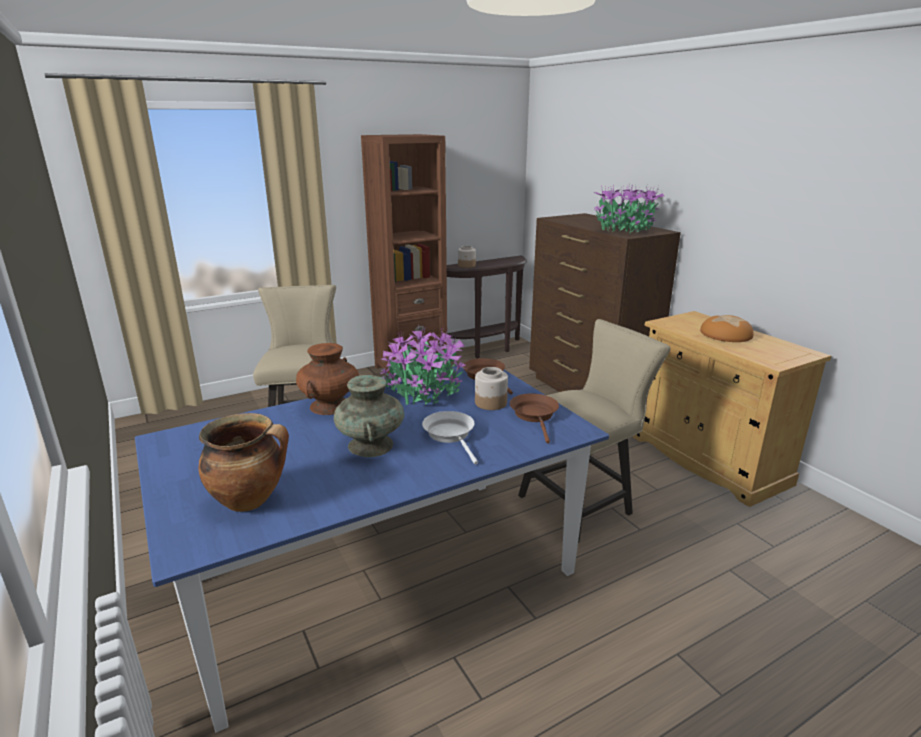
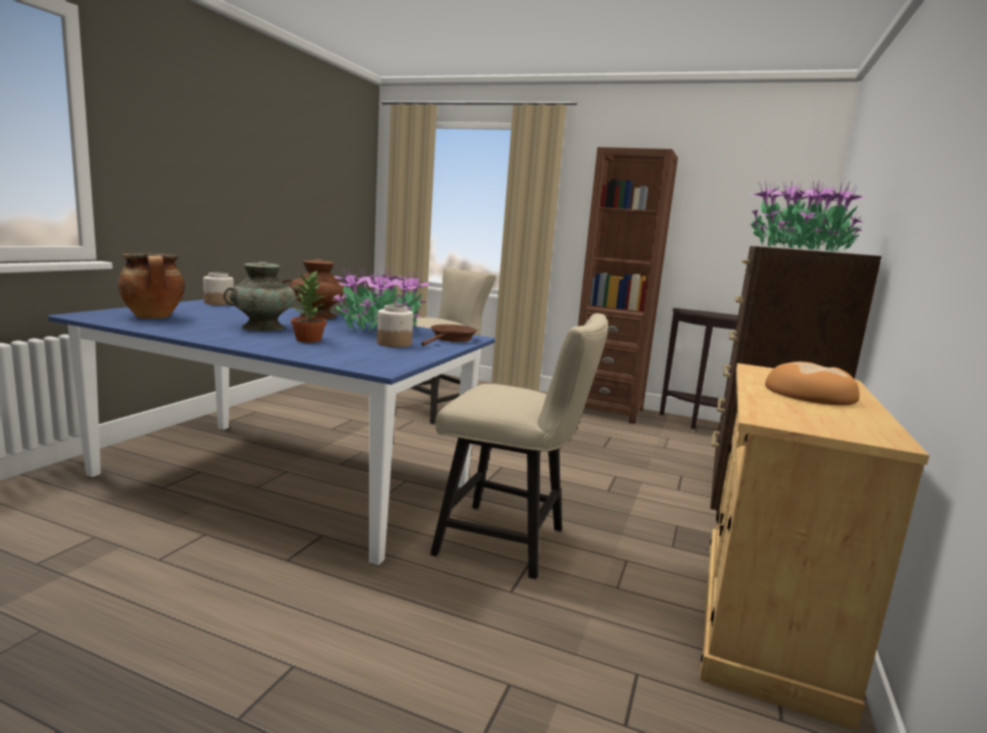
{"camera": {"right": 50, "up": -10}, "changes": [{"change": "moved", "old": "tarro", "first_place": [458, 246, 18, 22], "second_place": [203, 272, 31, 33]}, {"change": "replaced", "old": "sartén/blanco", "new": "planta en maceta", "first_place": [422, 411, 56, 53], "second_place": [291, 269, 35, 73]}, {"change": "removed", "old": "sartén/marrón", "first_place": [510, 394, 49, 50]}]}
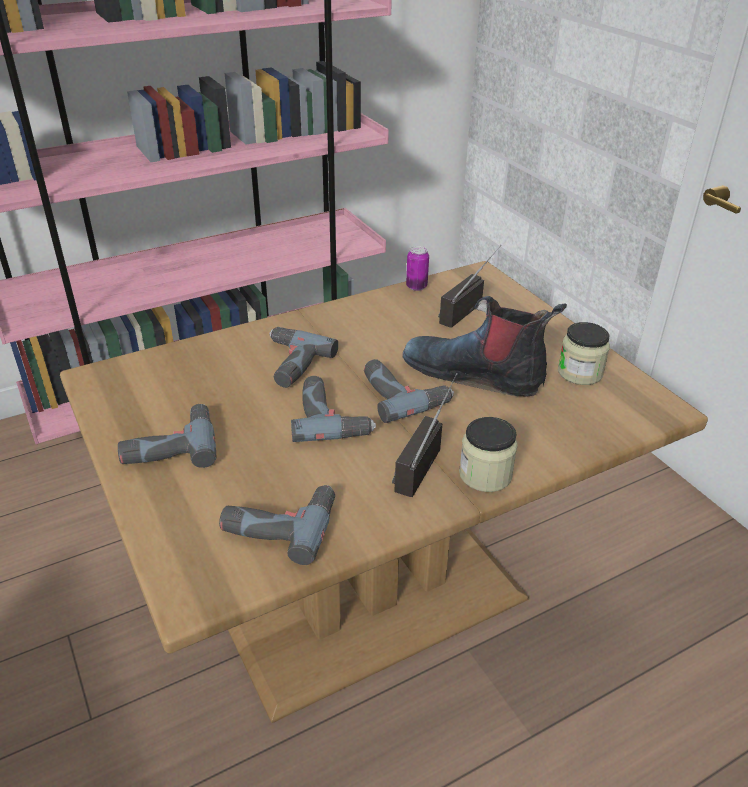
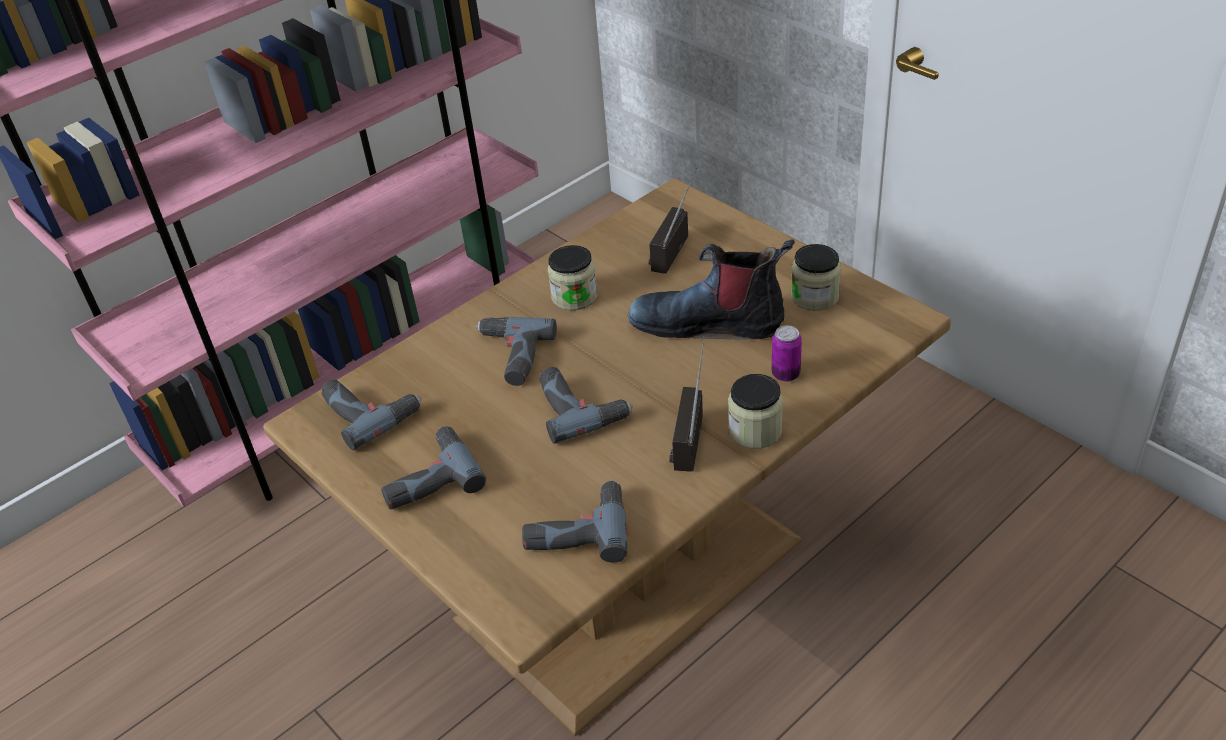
{"camera": {"right": -10, "up": 5}, "changes": [{"change": "moved", "old": "taladro", "first_place": [364, 359, 90, 64], "second_place": [321, 380, 100, 70]}, {"change": "added", "new": "tarro", "second_place": [548, 245, 49, 65]}, {"change": "moved", "old": "lata", "first_place": [406, 246, 23, 45], "second_place": [772, 326, 30, 56]}]}
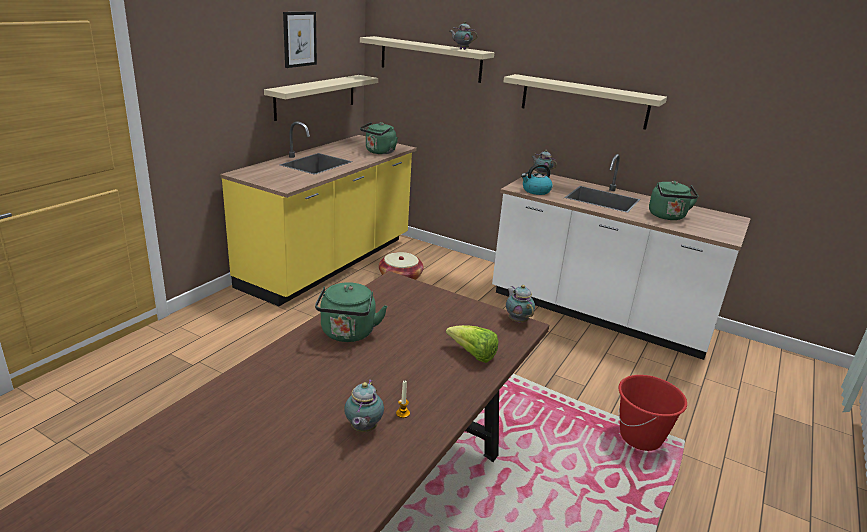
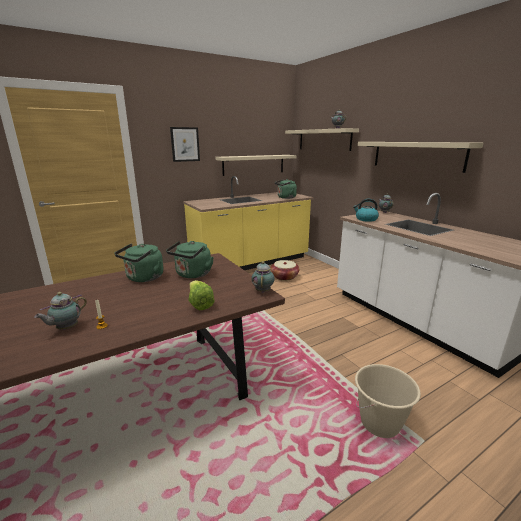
{"camera": {"right": 30, "up": -5}, "changes": [{"change": "moved", "old": "hervidor/verde", "first_place": [649, 181, 50, 39], "second_place": [166, 241, 48, 37]}, {"change": "moved", "old": "cuadro", "first_place": [283, 11, 34, 57], "second_place": [170, 127, 30, 35]}, {"change": "recoloured", "old": "cubo/rojo", "new": "cubo/beis", "first_place": [618, 375, 69, 76], "second_place": [355, 364, 66, 74]}]}
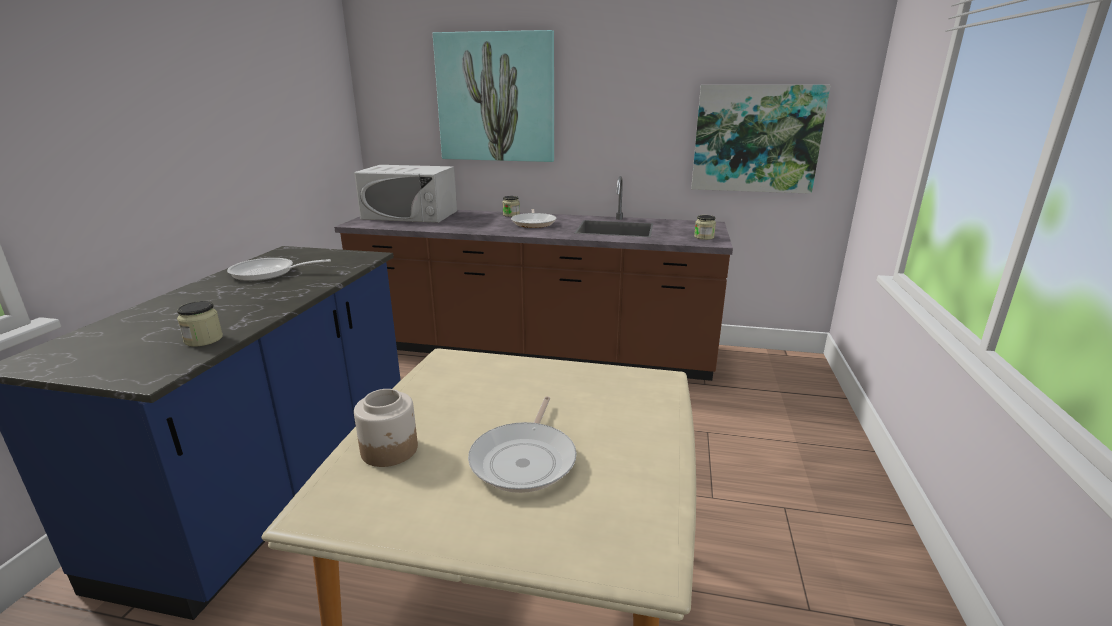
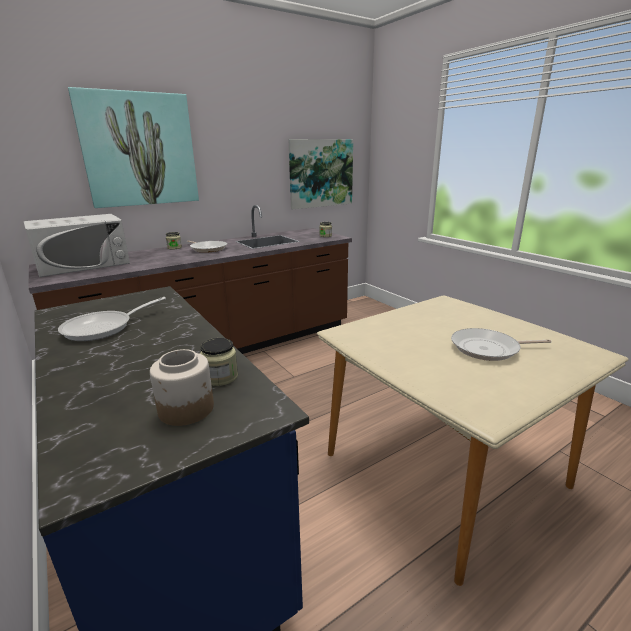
{"camera": {"right": -45, "up": 0}, "changes": [{"change": "moved", "old": "tarro", "first_place": [354, 389, 64, 78], "second_place": [150, 349, 64, 77]}, {"change": "turned", "old": "sartén", "first_place": [468, 396, 109, 97], "second_place": [451, 328, 101, 33], "degrees": 120}]}
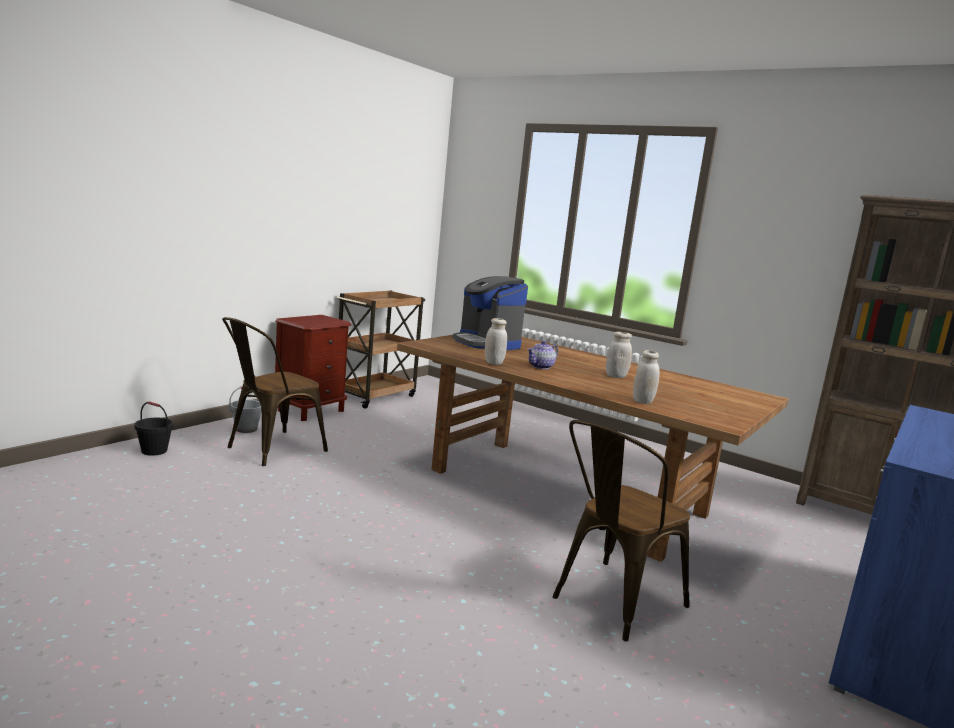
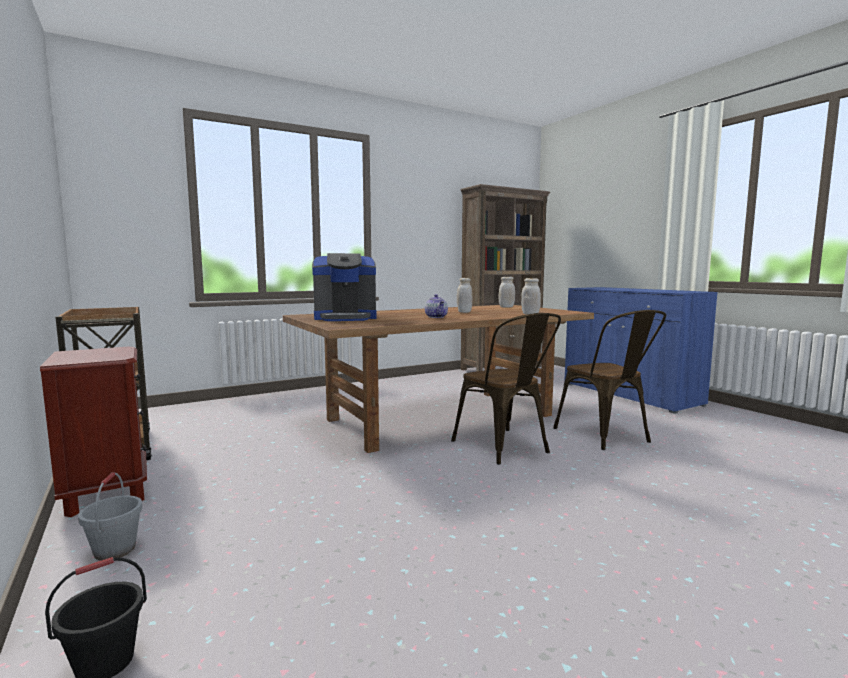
{"camera": {"right": -65, "up": -5}, "changes": [{"change": "moved", "old": "silla/marrón", "first_place": [222, 317, 106, 149], "second_place": [451, 313, 110, 152]}, {"change": "moved", "old": "tarro/blanco", "first_place": [485, 318, 22, 47], "second_place": [499, 277, 16, 30]}]}
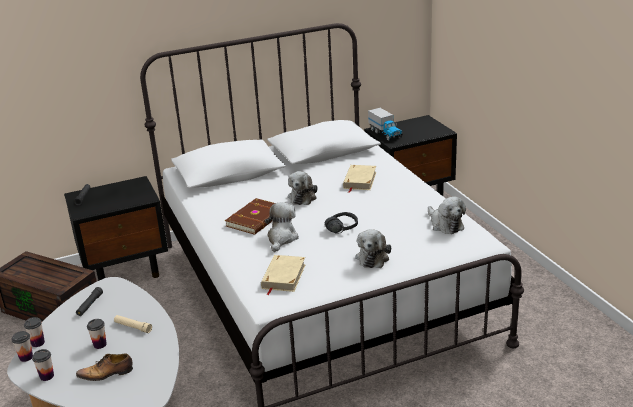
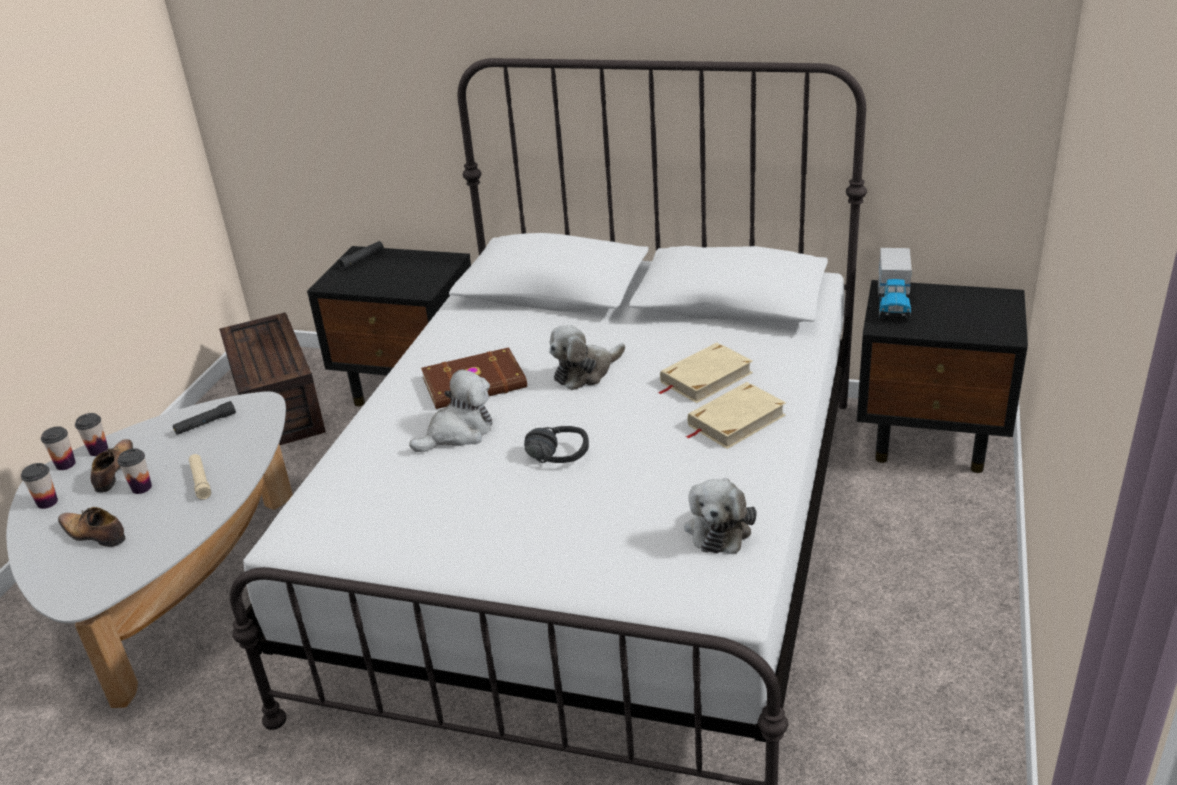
{"camera": {"right": 40, "up": 5}, "changes": [{"change": "added", "new": "zapato", "second_place": [91, 439, 42, 54]}, {"change": "moved", "old": "libro/beis", "first_place": [261, 255, 45, 40], "second_place": [685, 382, 101, 67]}, {"change": "removed", "old": "peluche", "first_place": [355, 229, 36, 39]}]}
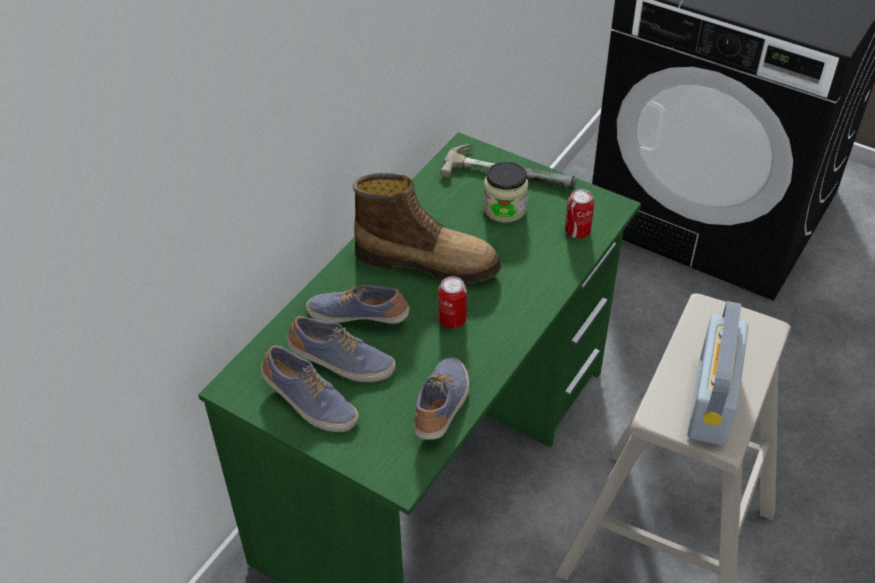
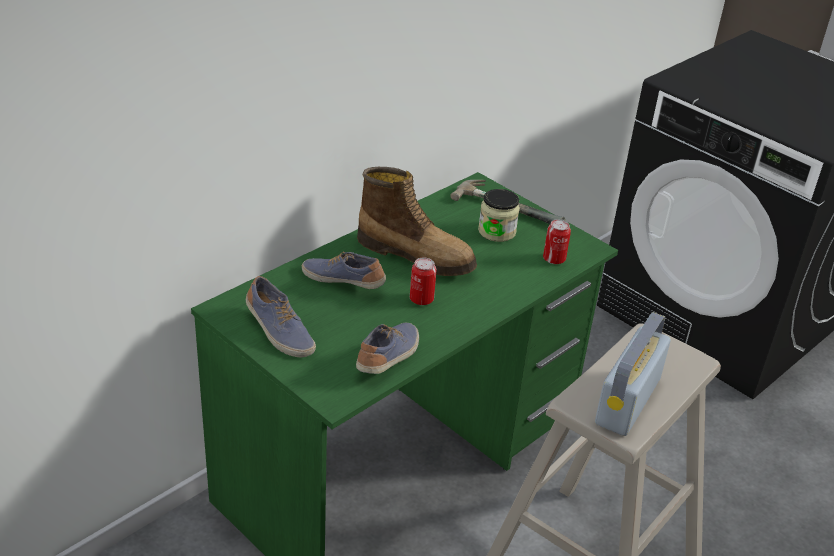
{"camera": {"right": 10, "up": -10}, "changes": [{"change": "removed", "old": "zapato", "first_place": [287, 316, 109, 66]}]}
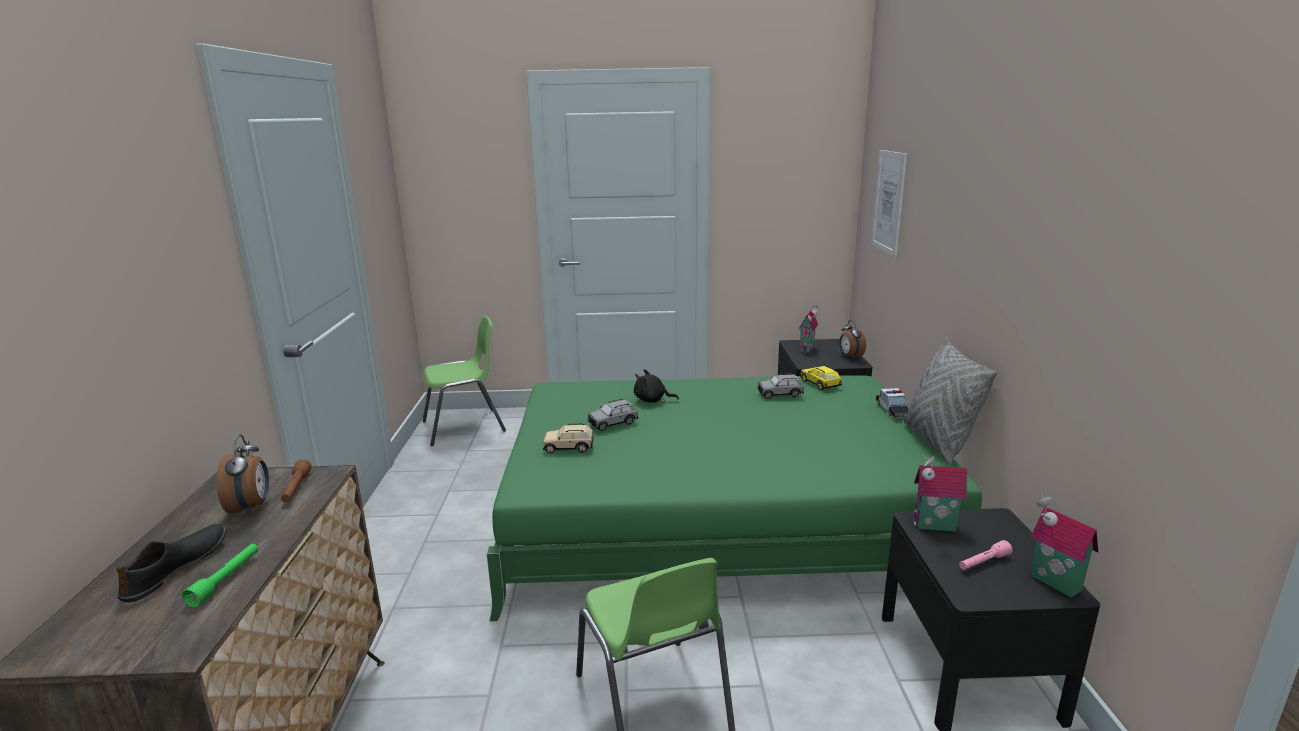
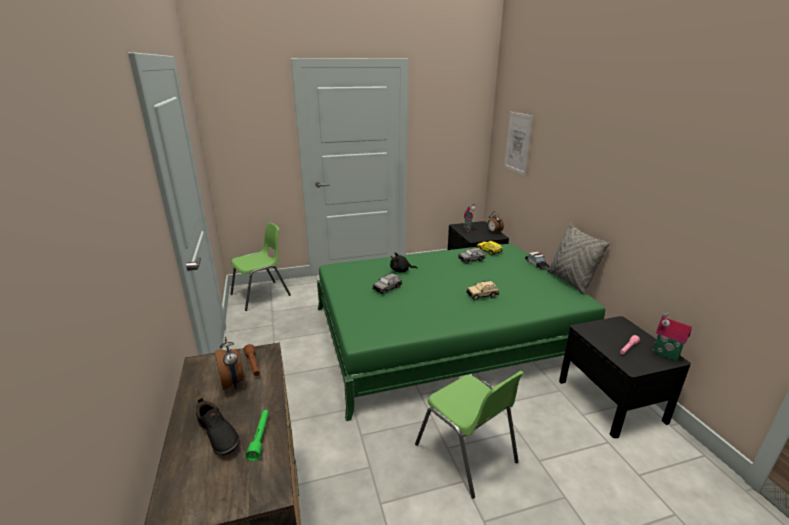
{"camera": {"right": -15, "up": 5}, "changes": [{"change": "turned", "old": "zapato/negro", "first_place": [116, 524, 110, 78], "second_place": [196, 398, 44, 57], "degrees": 135}, {"change": "moved", "old": "coche de juguete/beis", "first_place": [543, 424, 51, 29], "second_place": [466, 281, 33, 19]}, {"change": "removed", "old": "casita", "first_place": [913, 455, 54, 77]}]}
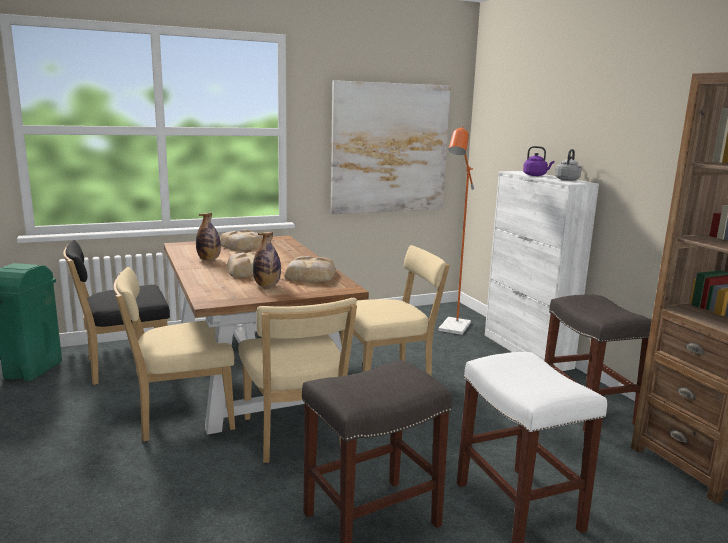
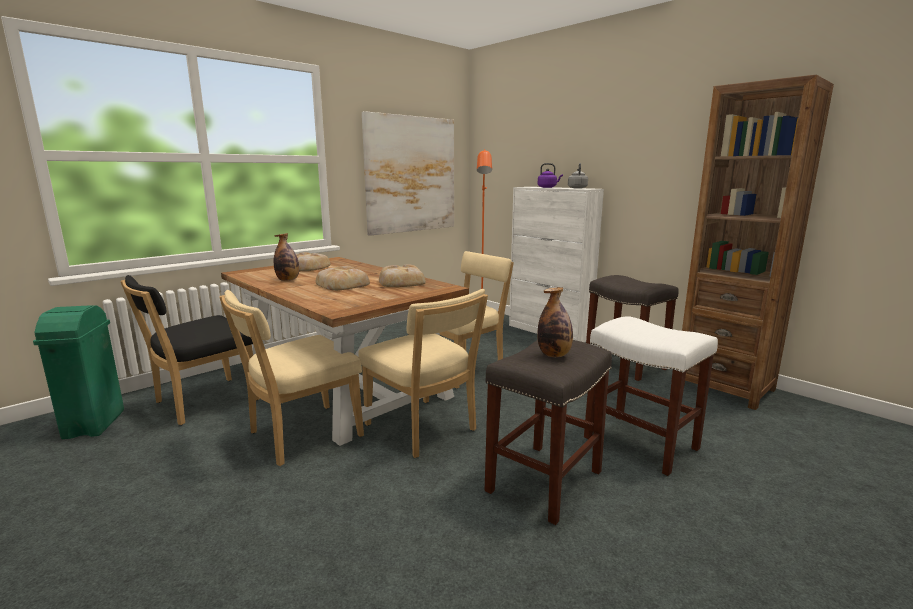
{"camera": {"right": -20, "up": 0}, "changes": [{"change": "moved", "old": "botella", "first_place": [253, 232, 28, 55], "second_place": [537, 287, 36, 70]}]}
